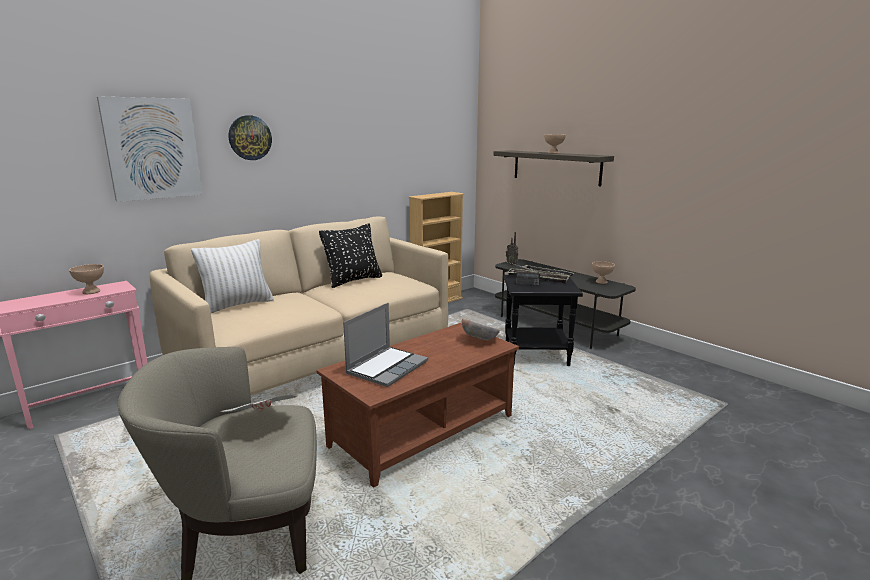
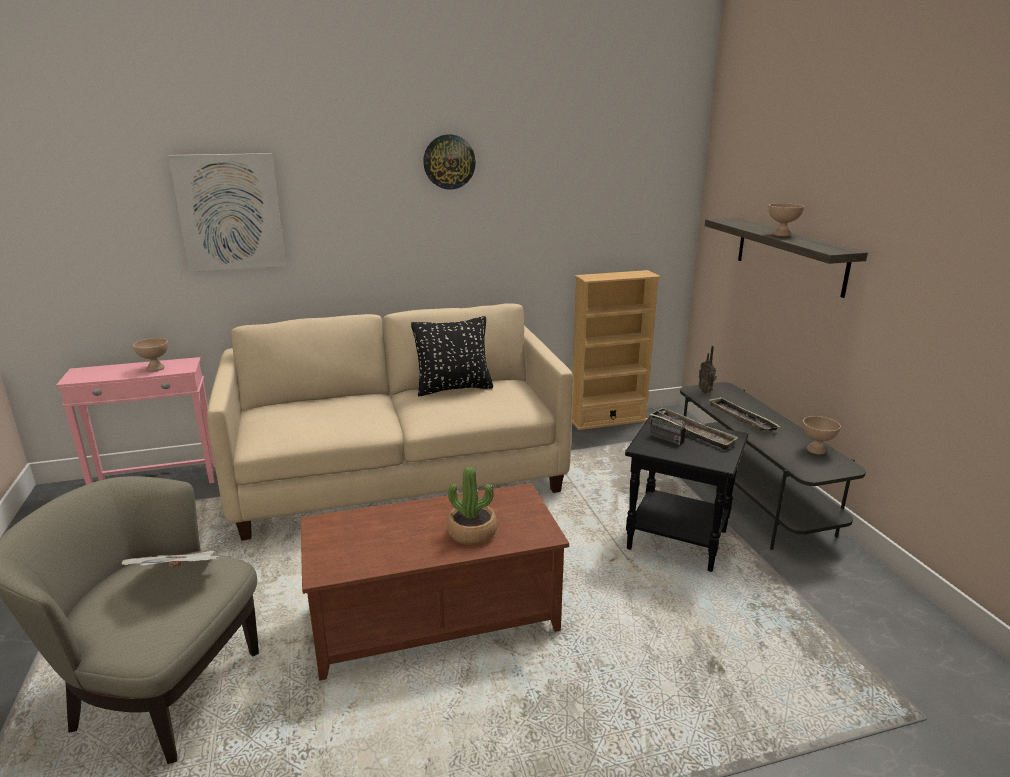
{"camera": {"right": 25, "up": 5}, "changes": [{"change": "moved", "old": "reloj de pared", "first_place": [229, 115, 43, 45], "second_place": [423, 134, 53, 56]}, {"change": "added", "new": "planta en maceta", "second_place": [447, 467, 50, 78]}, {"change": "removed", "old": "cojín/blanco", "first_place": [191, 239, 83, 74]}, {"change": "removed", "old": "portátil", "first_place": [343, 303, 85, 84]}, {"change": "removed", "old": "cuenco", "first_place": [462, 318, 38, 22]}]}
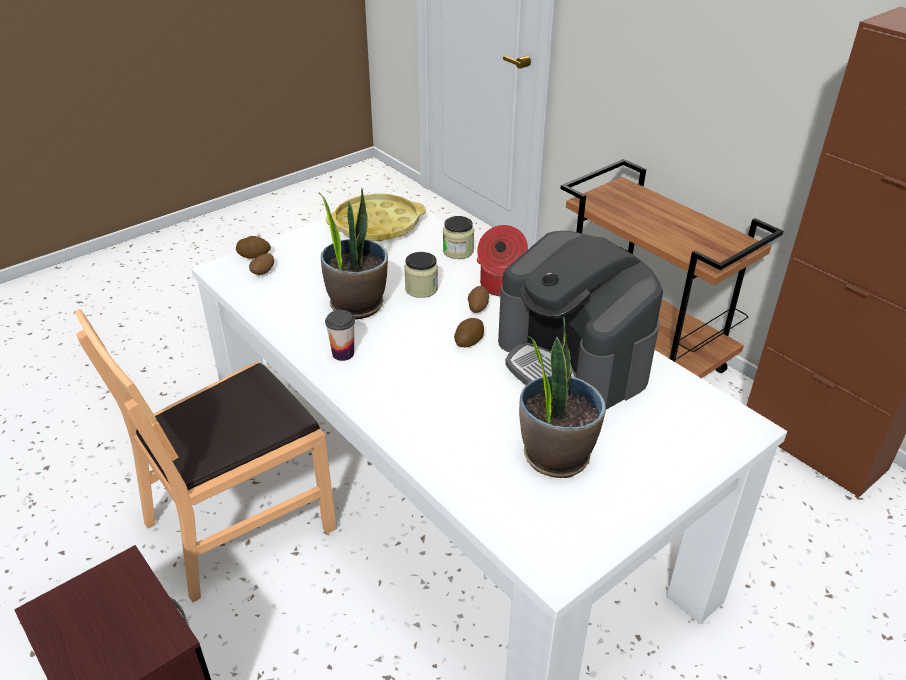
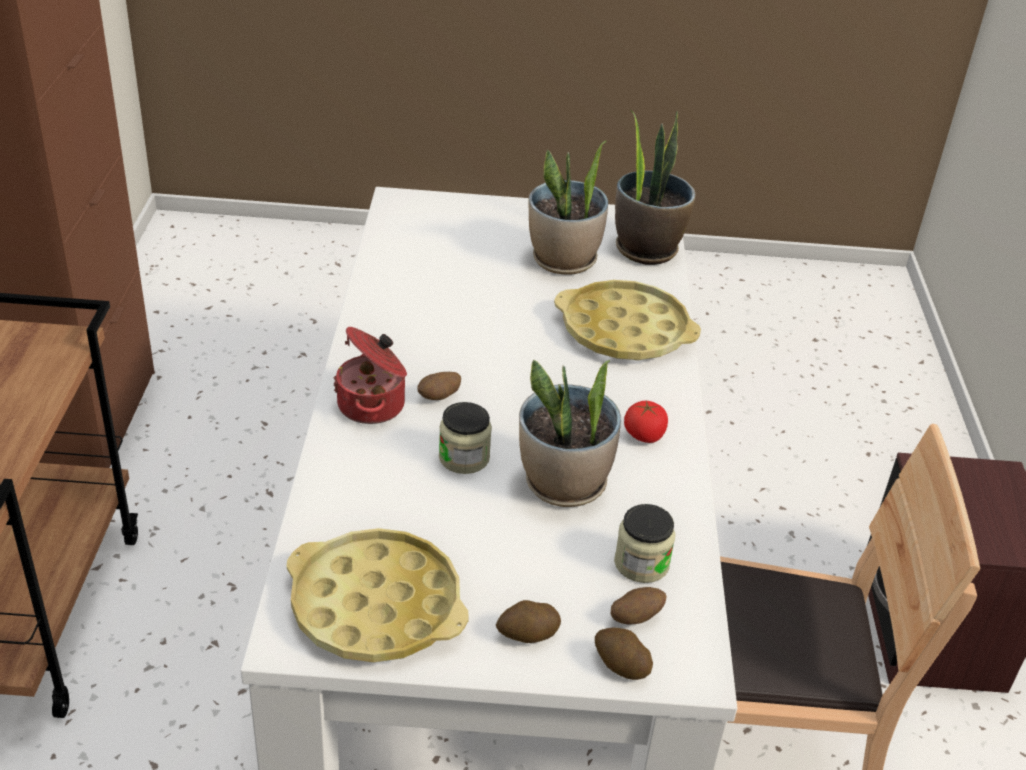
{"camera": {"right": -140, "up": 0}, "changes": [{"change": "moved", "old": "patata", "first_place": [454, 318, 30, 29], "second_place": [496, 600, 65, 43]}, {"change": "added", "new": "bandeja/amarillo", "second_place": [554, 280, 147, 80]}, {"change": "moved", "old": "tarro", "first_place": [443, 216, 31, 43], "second_place": [614, 504, 61, 79]}, {"change": "added", "new": "planta en maceta", "second_place": [615, 109, 80, 156]}, {"change": "replaced", "old": "taza", "new": "tomate", "first_place": [325, 310, 30, 51], "second_place": [624, 401, 44, 42]}, {"change": "removed", "old": "cafetera", "first_place": [498, 231, 165, 179]}]}
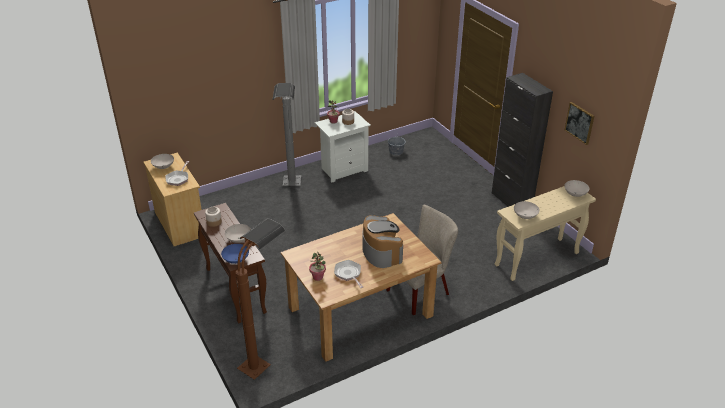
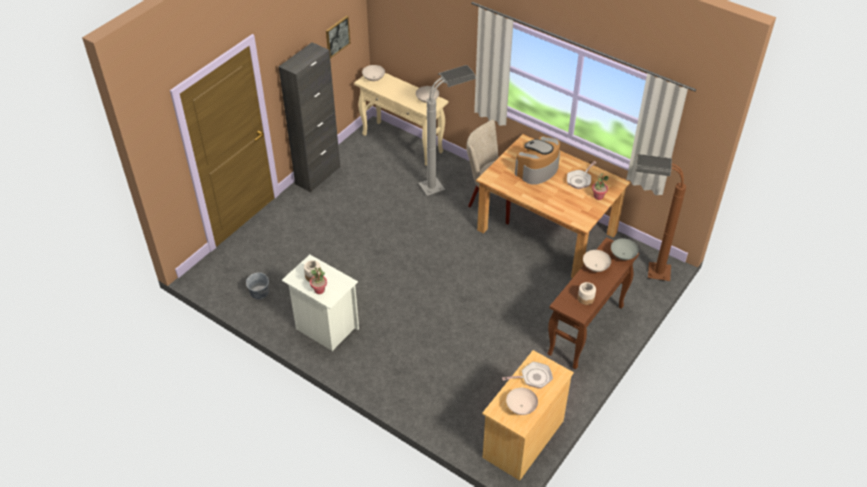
{"camera": {"right": -115, "up": 10}, "changes": [{"change": "moved", "old": "lámpara de pie/gris", "first_place": [272, 83, 29, 103], "second_place": [418, 65, 58, 131]}, {"change": "recoloured", "old": "cuenco/azul", "new": "cuenco/gris", "first_place": [221, 244, 28, 20], "second_place": [611, 238, 28, 22]}]}
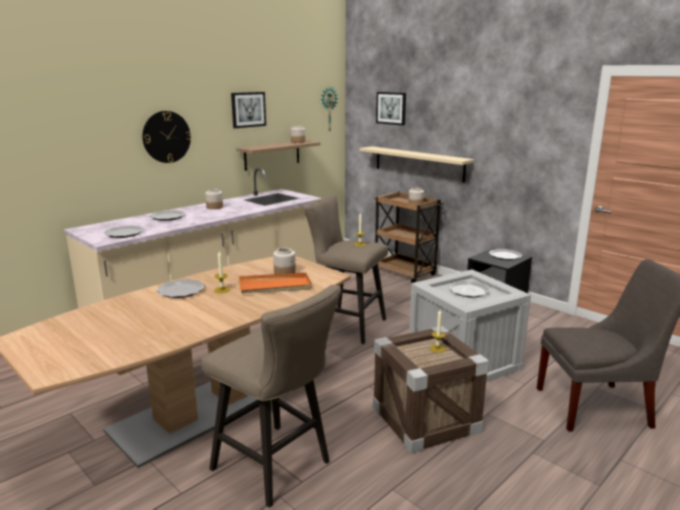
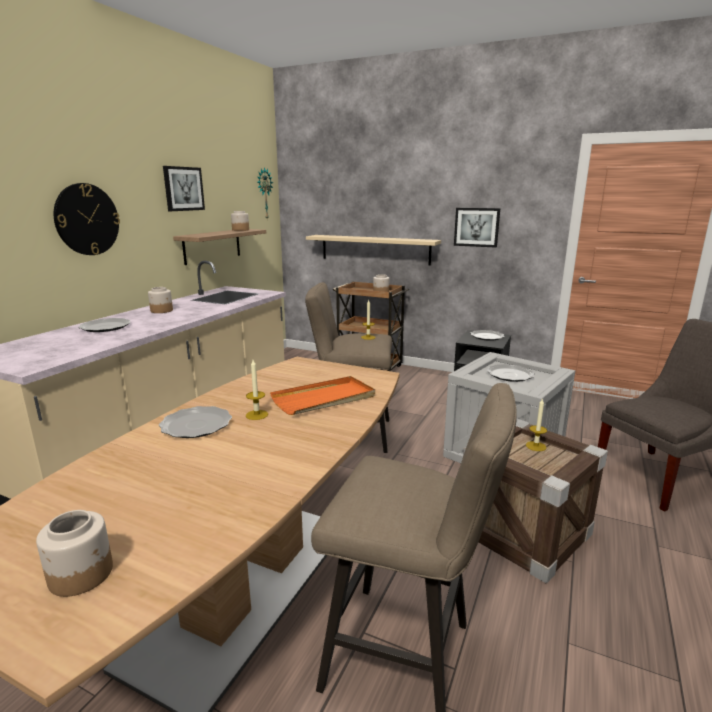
{"camera": {"right": -20, "up": 0}, "changes": [{"change": "moved", "old": "tarro", "first_place": [273, 248, 23, 26], "second_place": [36, 510, 77, 87]}, {"change": "moved", "old": "cuadro", "first_place": [376, 92, 30, 34], "second_place": [454, 208, 46, 40]}, {"change": "removed", "old": "plato", "first_place": [103, 226, 41, 12]}]}
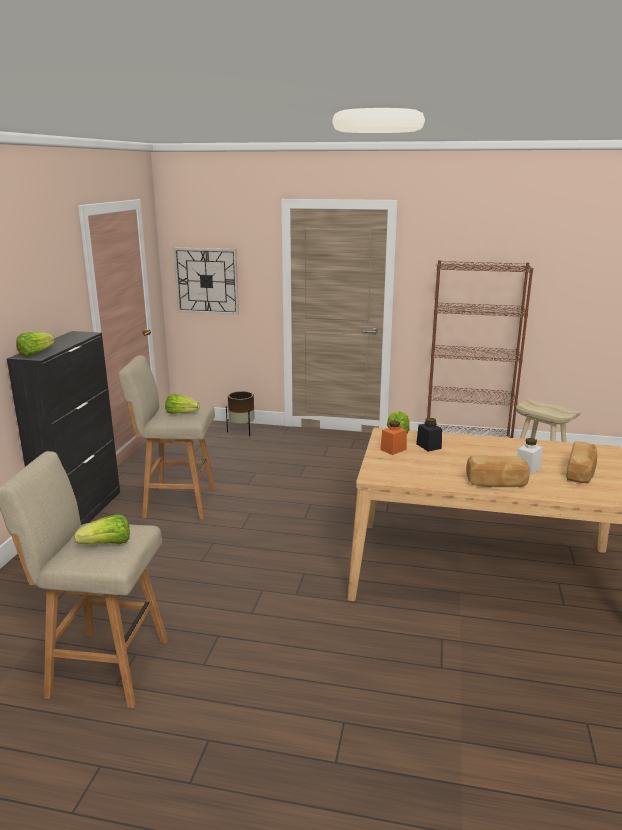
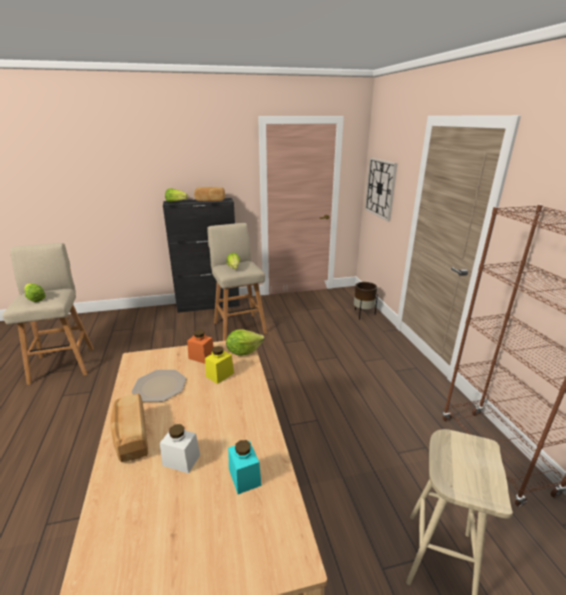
{"camera": {"right": 65, "up": 5}, "changes": [{"change": "added", "new": "plato", "second_place": [132, 370, 54, 32]}, {"change": "moved", "old": "pan", "first_place": [566, 441, 31, 42], "second_place": [194, 187, 31, 14]}, {"change": "recoloured", "old": "tarro/negro", "new": "tarro/amarillo", "first_place": [416, 418, 26, 34], "second_place": [205, 346, 29, 38]}, {"change": "added", "new": "tarro/turquesa", "second_place": [228, 440, 34, 54]}]}
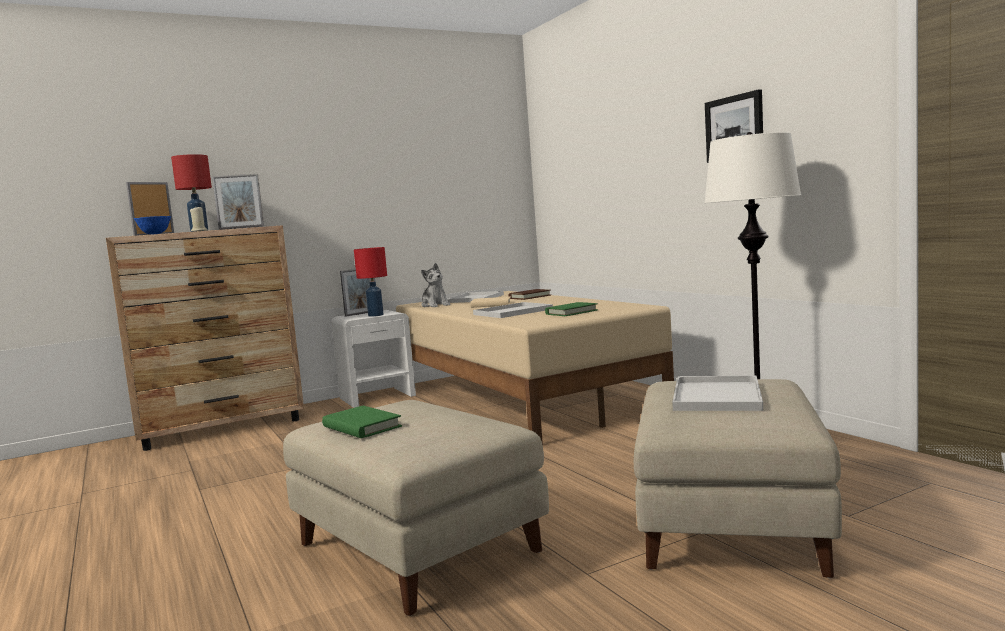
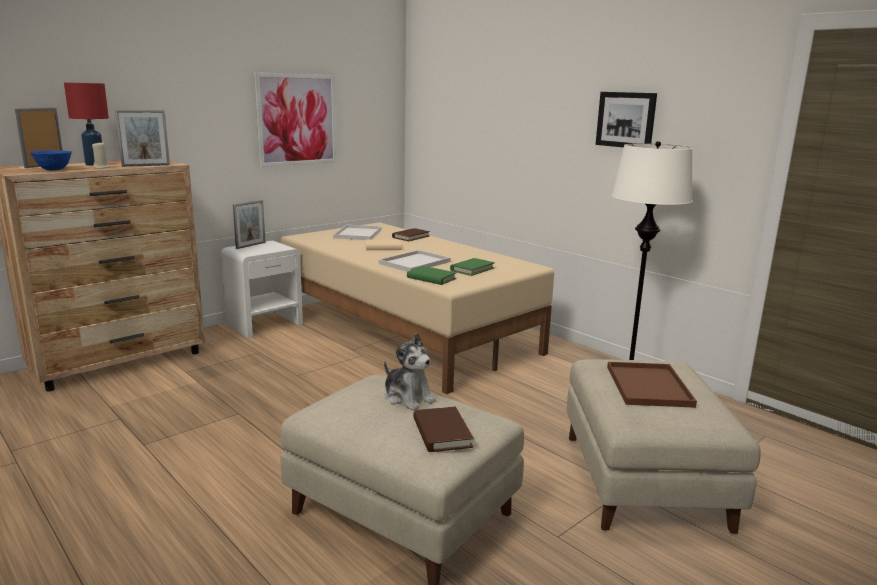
{"camera": {"right": -15, "up": 10}, "changes": [{"change": "added", "new": "cuadro", "second_place": [254, 72, 83, 95]}, {"change": "moved", "old": "peluche", "first_place": [421, 263, 29, 44], "second_place": [384, 333, 52, 78]}, {"change": "moved", "old": "libro/verde", "first_place": [322, 406, 80, 32], "second_place": [407, 266, 49, 19]}, {"change": "added", "new": "libro/marrón", "second_place": [413, 407, 61, 45]}, {"change": "recoloured", "old": "bandeja/blanco", "new": "bandeja/marrón", "first_place": [672, 376, 91, 35], "second_place": [607, 362, 90, 46]}, {"change": "removed", "old": "lámpara de mesa/rojo", "first_place": [354, 247, 33, 70]}]}
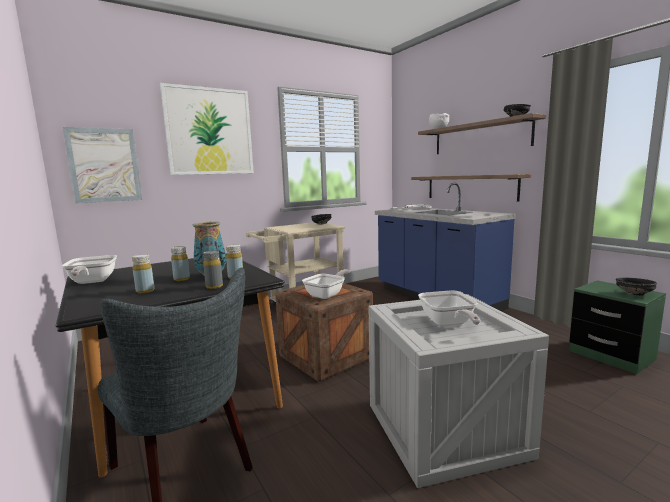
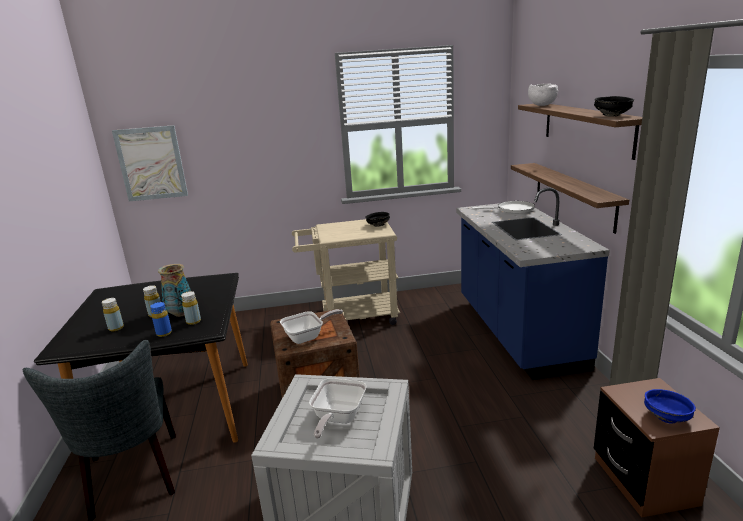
{"camera": {"right": 25, "up": 10}, "changes": [{"change": "recoloured", "old": "botella/gris", "new": "botella/azul", "first_place": [203, 251, 20, 38], "second_place": [150, 302, 22, 35]}, {"change": "recoloured", "old": "mesita de noche/verde", "new": "mesita de noche/marrón", "first_place": [569, 280, 97, 94], "second_place": [594, 378, 126, 139]}, {"change": "recoloured", "old": "cuenco/negro", "new": "cuenco/azul", "first_place": [616, 278, 41, 18], "second_place": [644, 389, 52, 35]}, {"change": "removed", "old": "sartén", "first_place": [62, 255, 55, 29]}, {"change": "removed", "old": "cuadro", "first_place": [160, 83, 94, 92]}]}
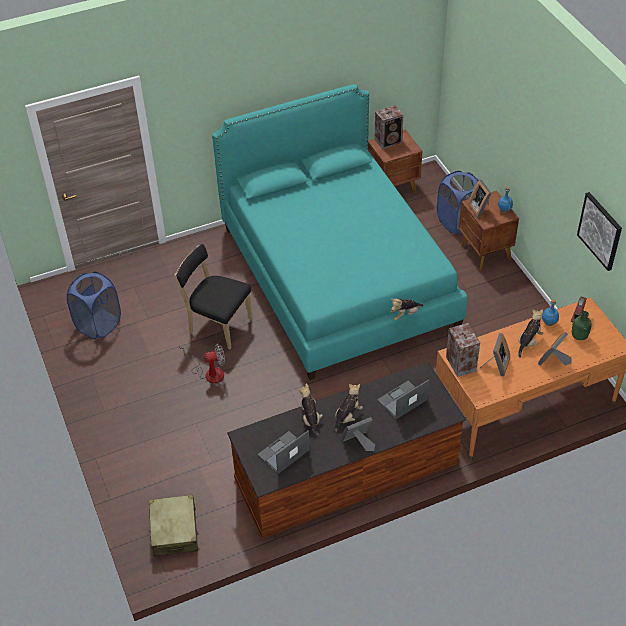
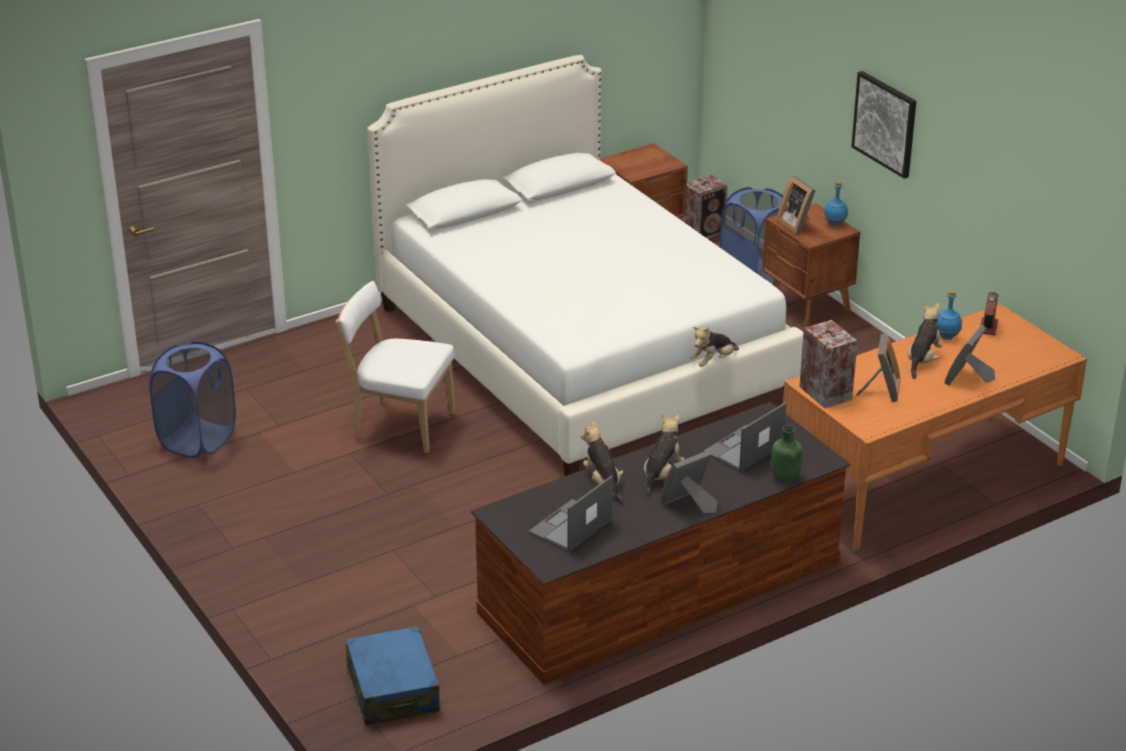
{"camera": {"right": -10, "up": -15}, "changes": [{"change": "recoloured", "old": "silla/negro", "new": "silla/blanco", "first_place": [174, 244, 79, 105], "second_place": [336, 281, 119, 172]}, {"change": "recoloured", "old": "maleta/beis", "new": "maleta/azul", "first_place": [149, 495, 50, 62], "second_place": [345, 626, 95, 99]}, {"change": "recoloured", "old": "cama/turquesa", "new": "cama/blanco", "first_place": [212, 84, 255, 296], "second_place": [367, 55, 436, 421]}, {"change": "moved", "old": "altavoz", "first_place": [374, 105, 30, 44], "second_place": [682, 175, 46, 64]}, {"change": "moved", "old": "botella/verde", "first_place": [572, 311, 20, 29], "second_place": [771, 426, 32, 55]}, {"change": "moved", "old": "cuadro", "first_place": [577, 192, 45, 79], "second_place": [851, 71, 65, 108]}, {"change": "removed", "old": "ventilador", "first_place": [179, 344, 46, 39]}]}
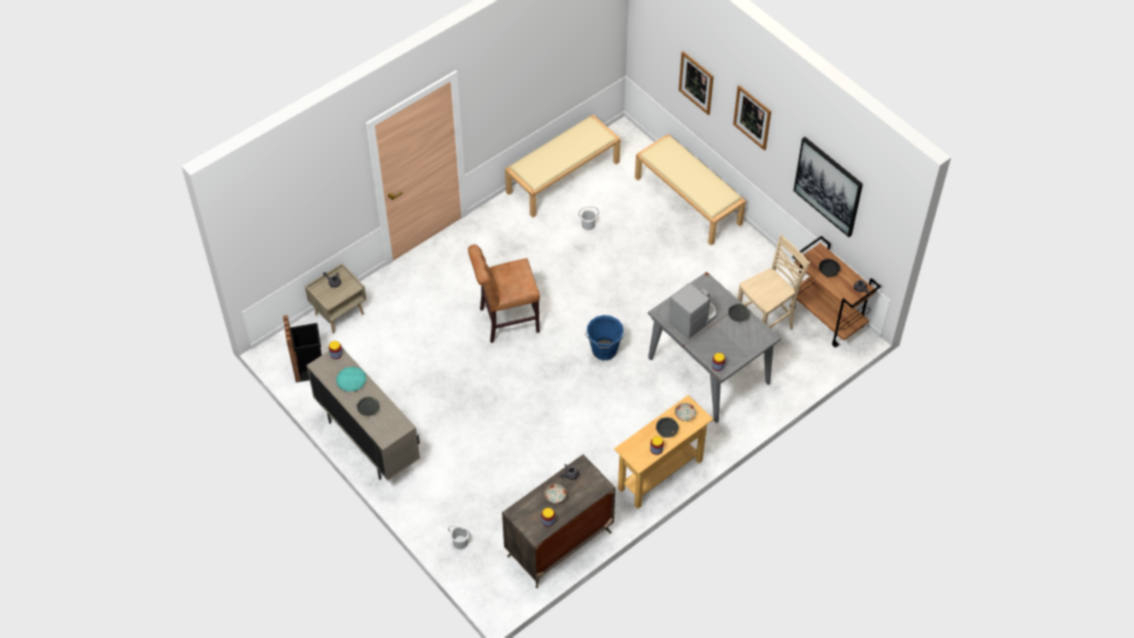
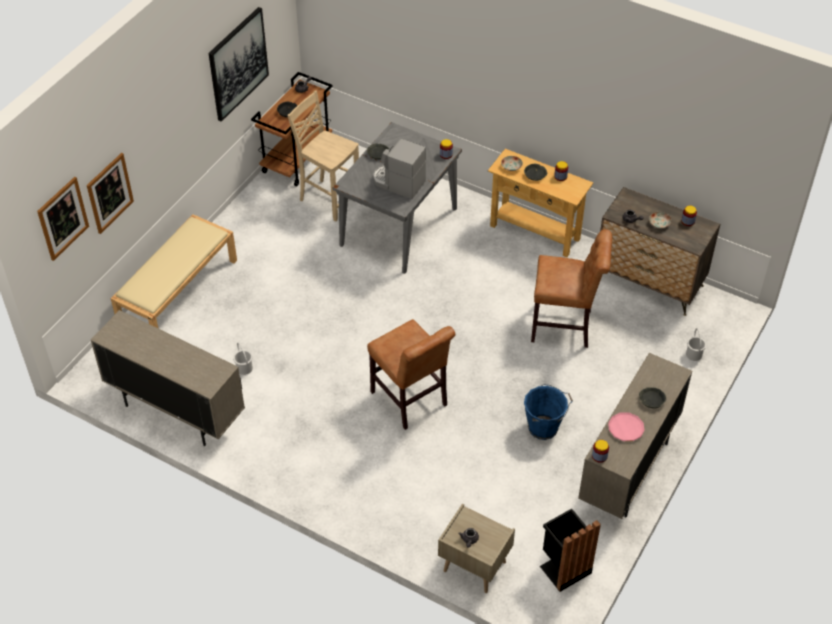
{"camera": {"right": -110, "up": -5}, "changes": [{"change": "moved", "old": "cuadro", "first_place": [733, 85, 38, 66], "second_place": [37, 177, 52, 84]}, {"change": "replaced", "old": "banco/beis", "new": "armario/beis", "first_place": [505, 115, 115, 103], "second_place": [91, 310, 154, 136]}, {"change": "moved", "old": "cubo/azul", "first_place": [585, 315, 40, 45], "second_place": [524, 384, 49, 56]}, {"change": "added", "new": "silla/marrón", "second_place": [531, 229, 81, 119]}, {"change": "recoloured", "old": "plato/turquesa", "new": "plato/rosa", "first_place": [336, 367, 30, 25], "second_place": [608, 412, 37, 29]}]}
